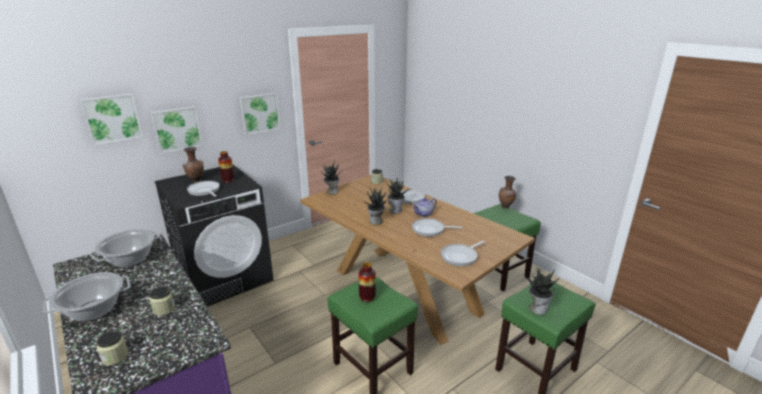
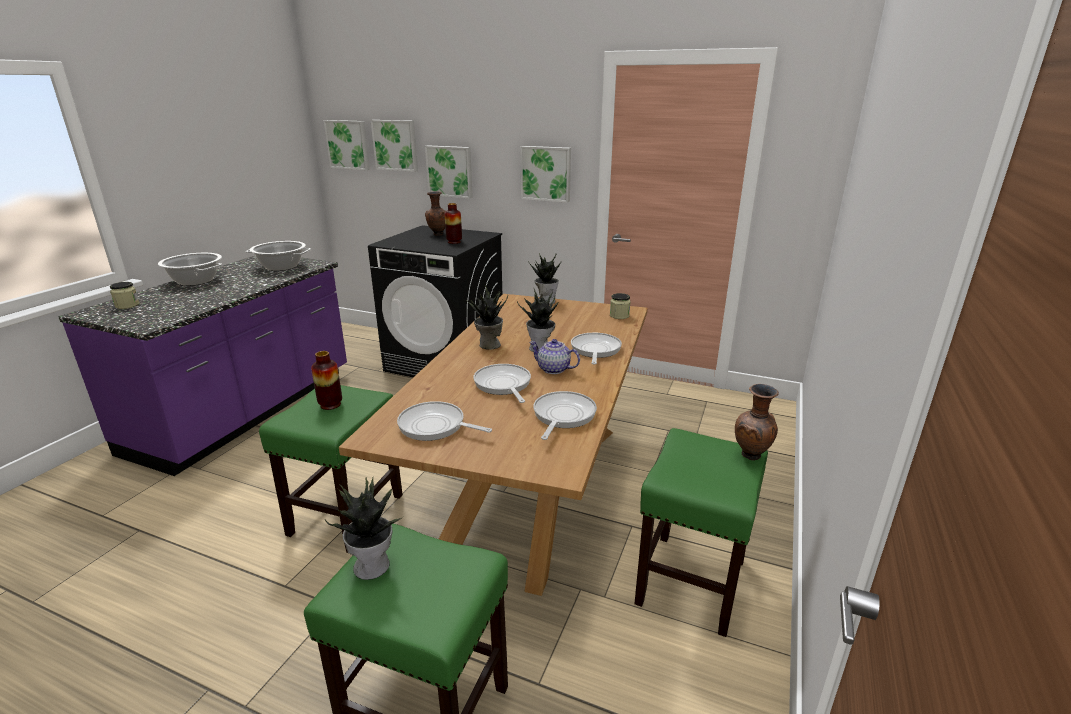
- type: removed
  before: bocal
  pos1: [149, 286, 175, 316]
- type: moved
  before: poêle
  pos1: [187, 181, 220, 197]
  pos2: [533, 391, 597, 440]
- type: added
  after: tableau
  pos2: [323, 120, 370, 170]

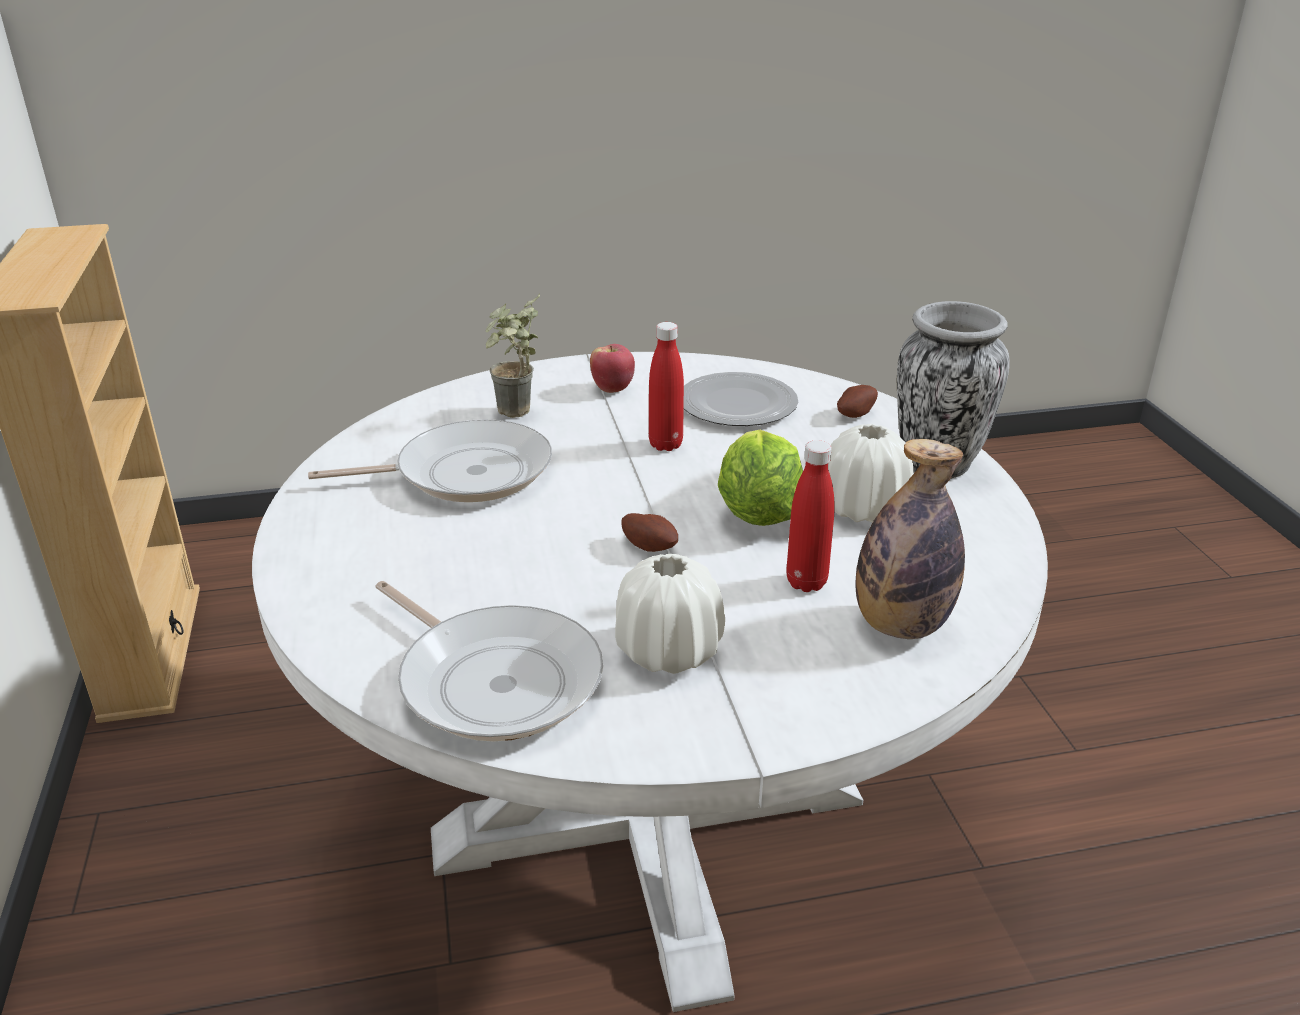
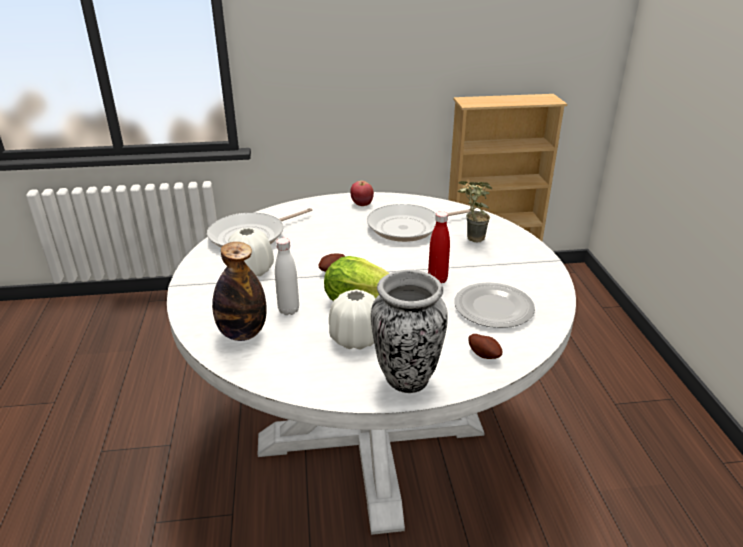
- type: turned
  before: poêle
  pos1: [308, 419, 552, 502]
  pos2: [367, 204, 471, 242]
  turn: 75
- type: moved
  before: pomme
  pos1: [590, 344, 635, 393]
  pos2: [350, 181, 374, 206]
- type: recoloured
  before: bouteille (rouge)
  after: bouteille (blanc)
  pos1: [786, 440, 835, 592]
  pos2: [275, 238, 299, 315]

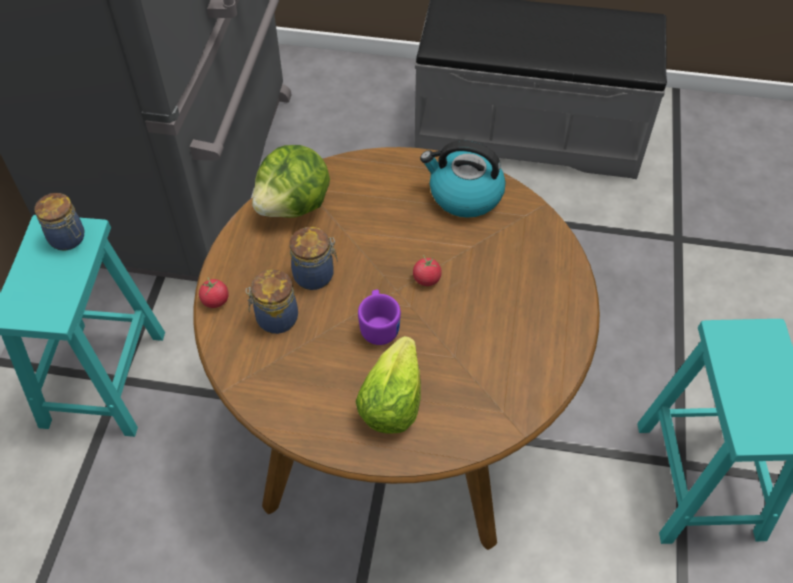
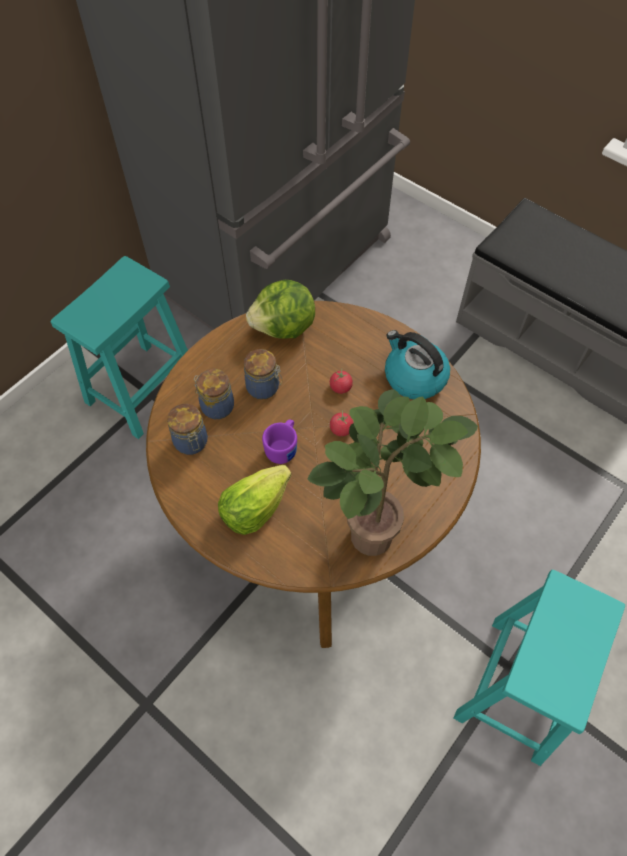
- type: moved
  before: bocal
  pos1: [35, 193, 84, 251]
  pos2: [167, 404, 208, 455]
- type: moved
  before: tomate
  pos1: [199, 277, 229, 308]
  pos2: [330, 369, 353, 394]
- type: added
  after: plante en pot
  pos2: [307, 389, 478, 556]

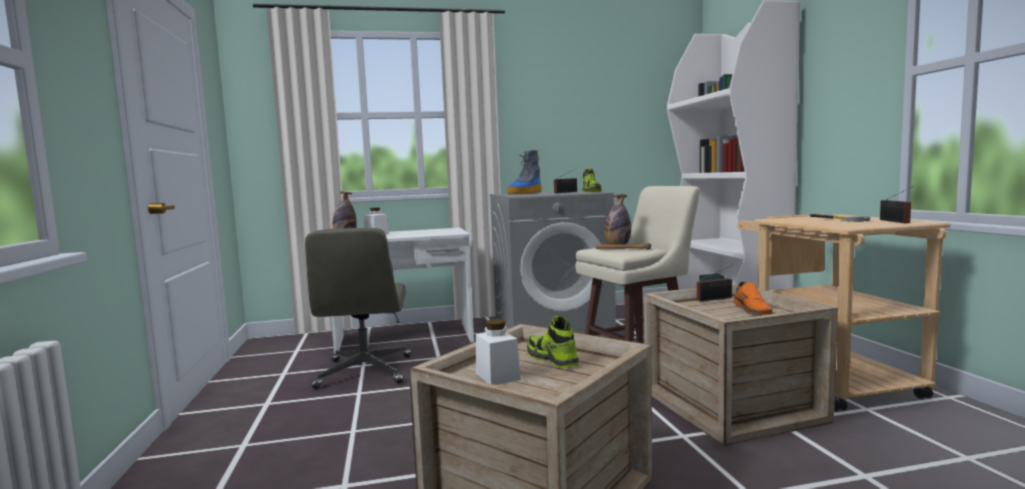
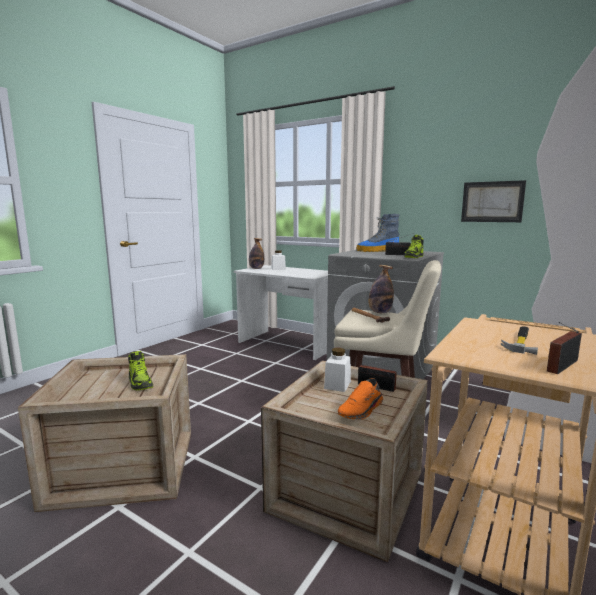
- type: removed
  before: chaise de bureau (gris)
  pos1: [305, 228, 411, 389]
- type: moved
  before: bocal (blanc)
  pos1: [476, 319, 521, 385]
  pos2: [324, 348, 351, 392]
- type: turned
  before: chaussure
  pos1: [527, 316, 579, 368]
  pos2: [128, 351, 153, 390]
  turn: 135
- type: added
  after: tableau
  pos2: [461, 180, 526, 222]

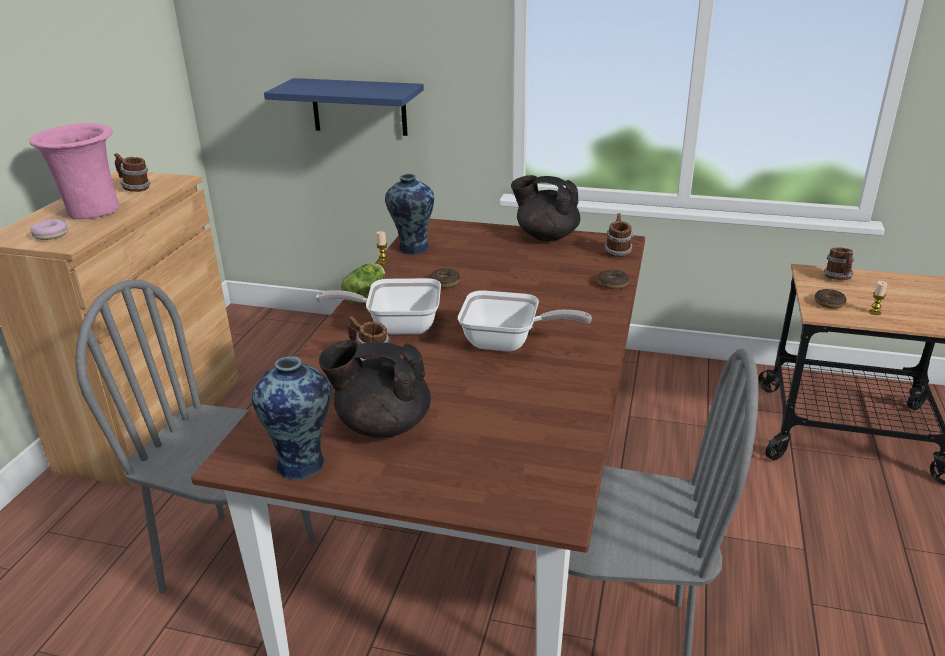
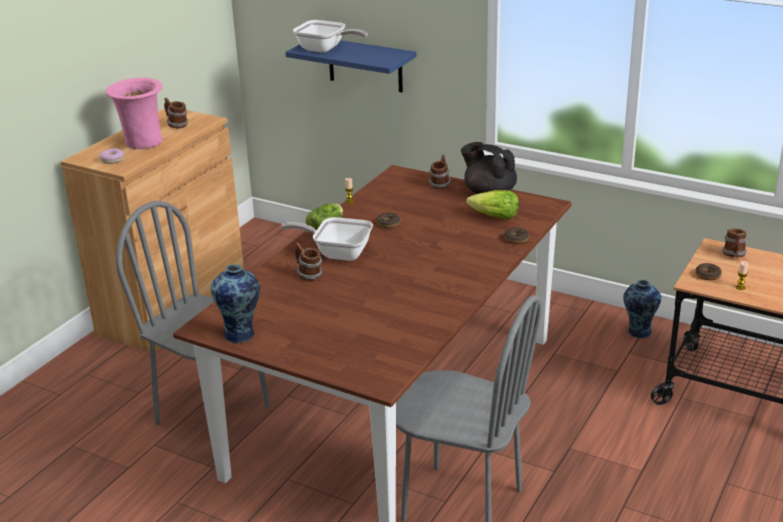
- type: removed
  before: théière (noir)
  pos1: [319, 340, 431, 438]
- type: moved
  before: vase
  pos1: [385, 174, 434, 255]
  pos2: [623, 280, 661, 338]
- type: moved
  before: poêle
  pos1: [458, 290, 592, 352]
  pos2: [293, 20, 368, 53]
- type: moved
  before: mug
  pos1: [604, 213, 633, 258]
  pos2: [429, 155, 451, 189]
- type: added
  after: laitue
  pos2: [466, 190, 519, 219]

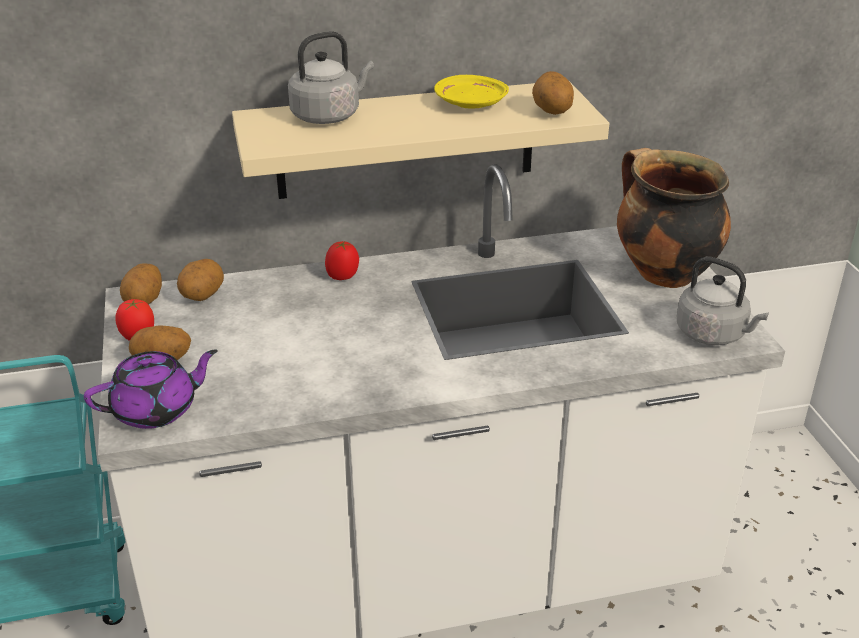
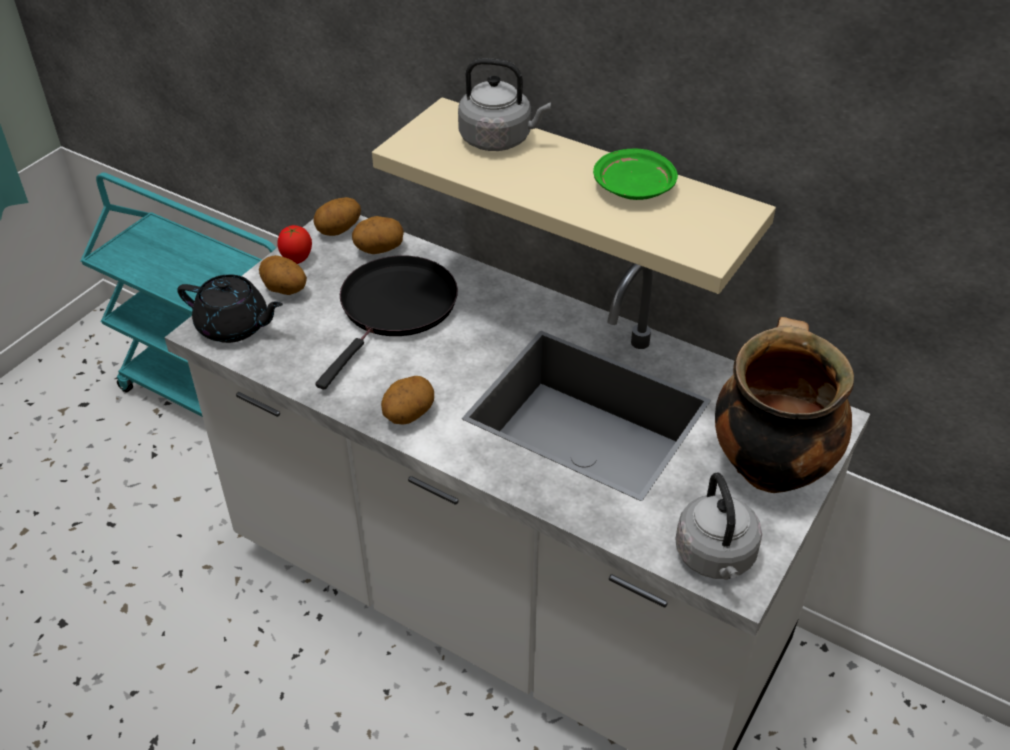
- type: recoloured
  before: théière (violet)
  after: théière (noir)
  pos1: [84, 350, 218, 429]
  pos2: [177, 274, 283, 343]
- type: removed
  before: tomate
  pos1: [325, 241, 359, 280]
- type: recoloured
  before: assiette (jaune)
  after: assiette (vert)
  pos1: [434, 75, 509, 108]
  pos2: [593, 149, 678, 200]
- type: moved
  before: pomme de terre
  pos1: [532, 71, 574, 115]
  pos2: [381, 376, 434, 425]
- type: added
  after: poêle (noir)
  pos2: [315, 255, 458, 390]

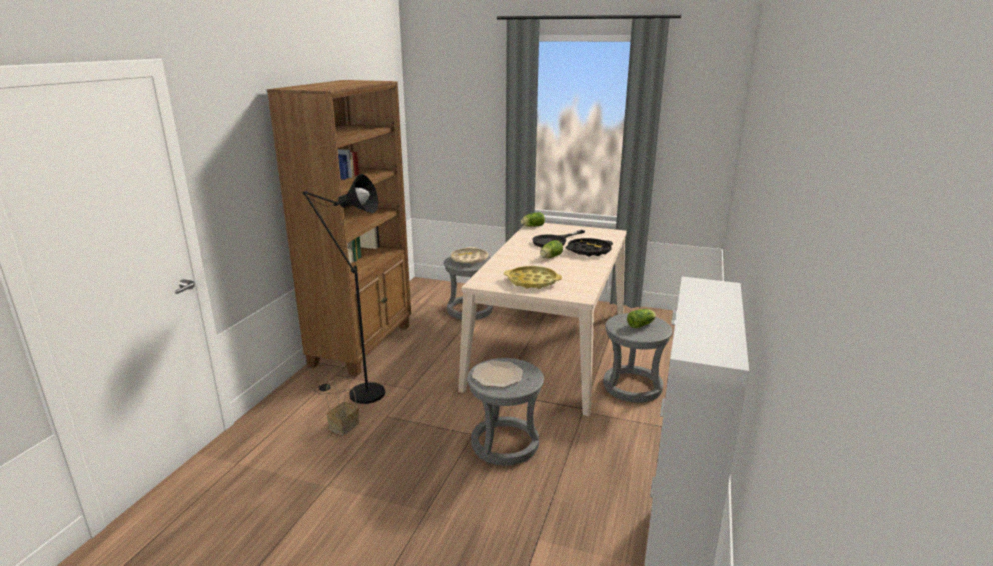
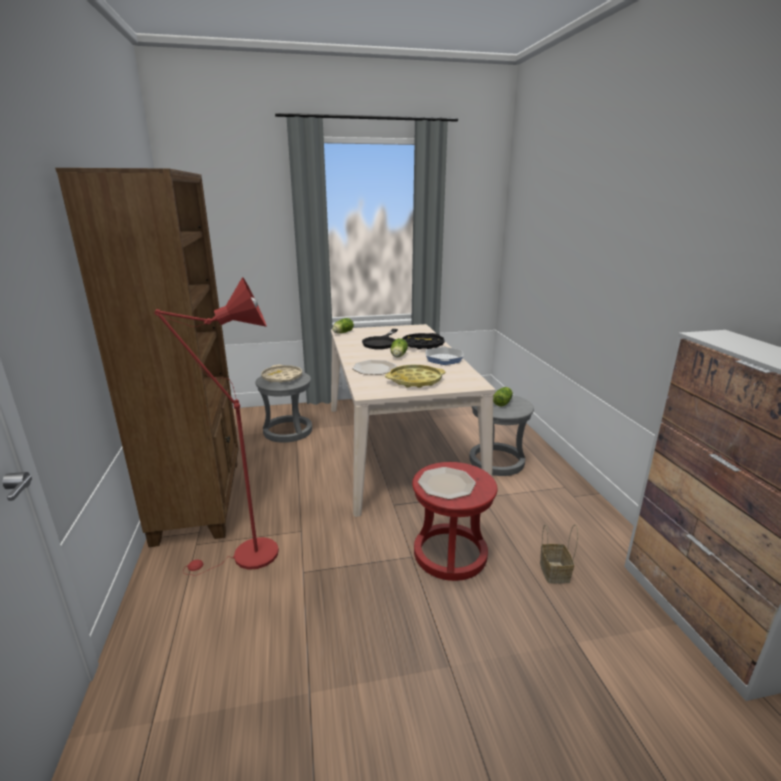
- type: recoloured
  before: lampadaire (noir)
  after: lampadaire (rouge)
  pos1: [303, 174, 385, 404]
  pos2: [154, 277, 279, 576]
- type: moved
  before: panier
  pos1: [326, 381, 359, 435]
  pos2: [540, 525, 578, 584]
- type: recoloured
  before: tabouret (gris)
  after: tabouret (rouge)
  pos1: [467, 358, 544, 465]
  pos2: [412, 462, 497, 581]
- type: added
  after: assiette
  pos2: [353, 360, 397, 375]
- type: added
  after: poêle
  pos2: [426, 346, 463, 365]

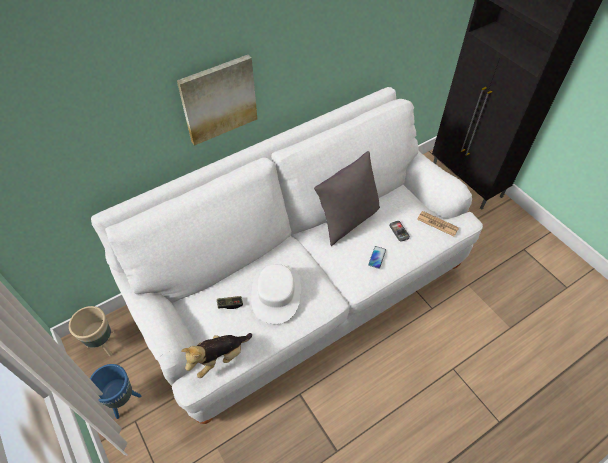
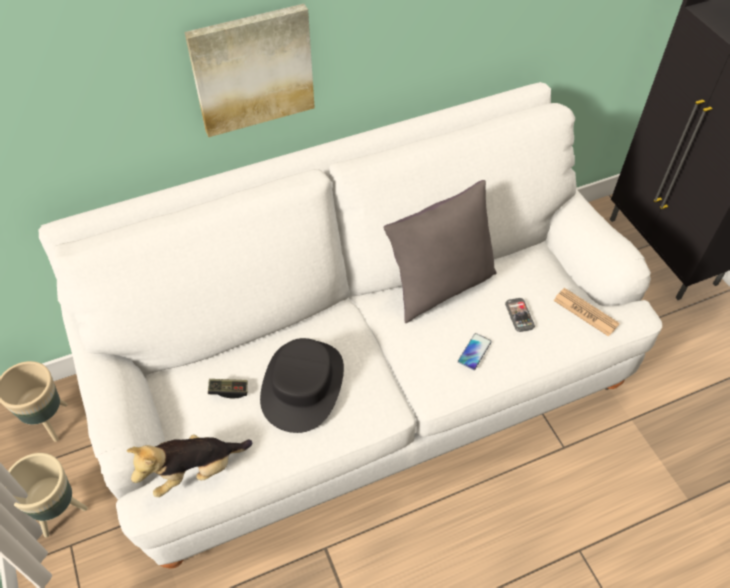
- type: recoloured
  before: cache-pot (bleu)
  after: cache-pot (beige)
  pos1: [90, 364, 141, 419]
  pos2: [6, 453, 88, 537]
- type: recoloured
  before: chapeau (blanc)
  after: chapeau (noir)
  pos1: [251, 264, 301, 324]
  pos2: [260, 338, 344, 433]

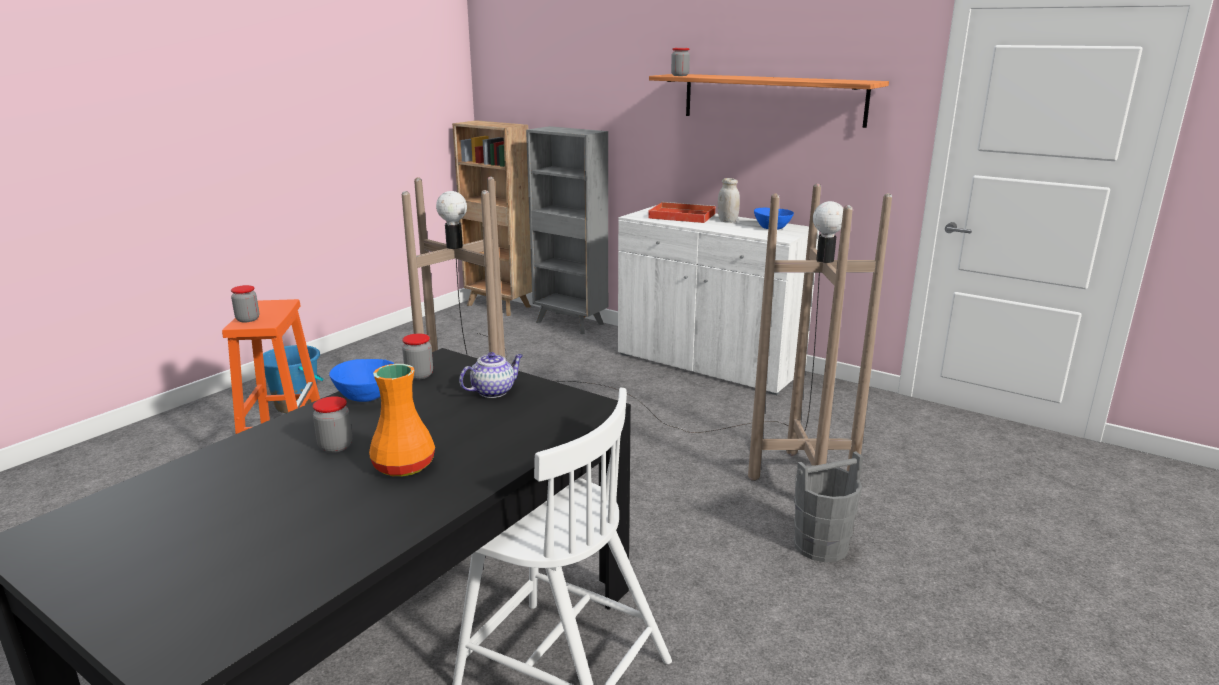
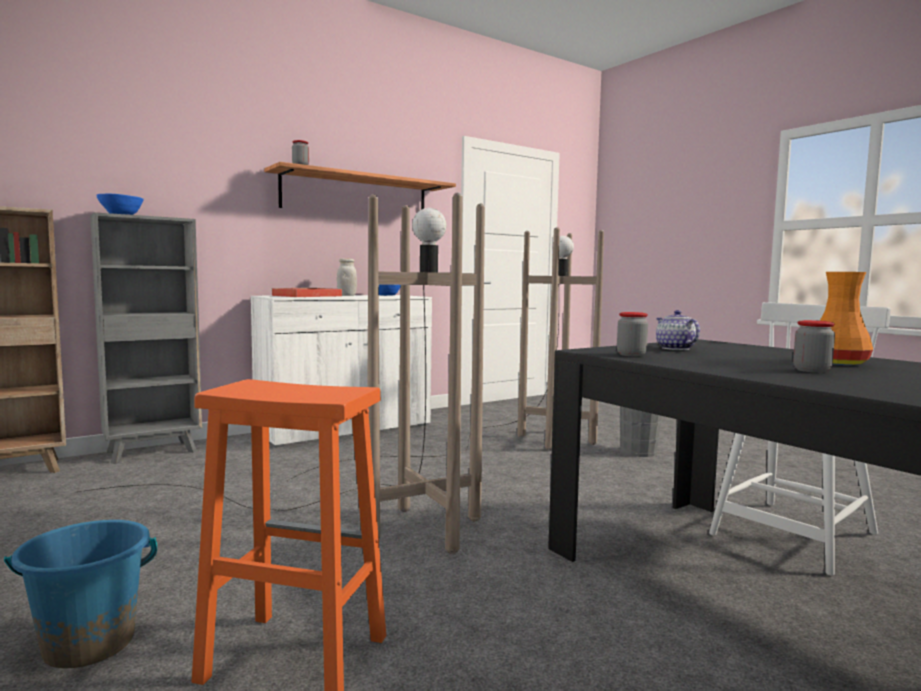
- type: removed
  before: bocal
  pos1: [231, 285, 259, 323]
- type: moved
  before: bol (bleu)
  pos1: [329, 359, 395, 402]
  pos2: [96, 194, 144, 215]

